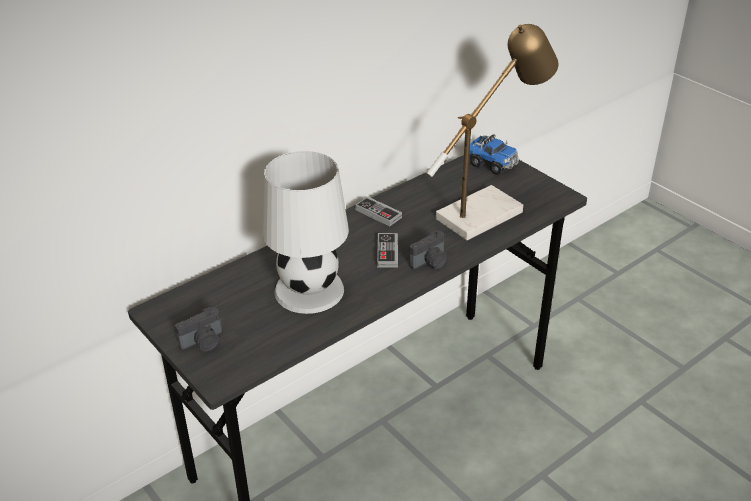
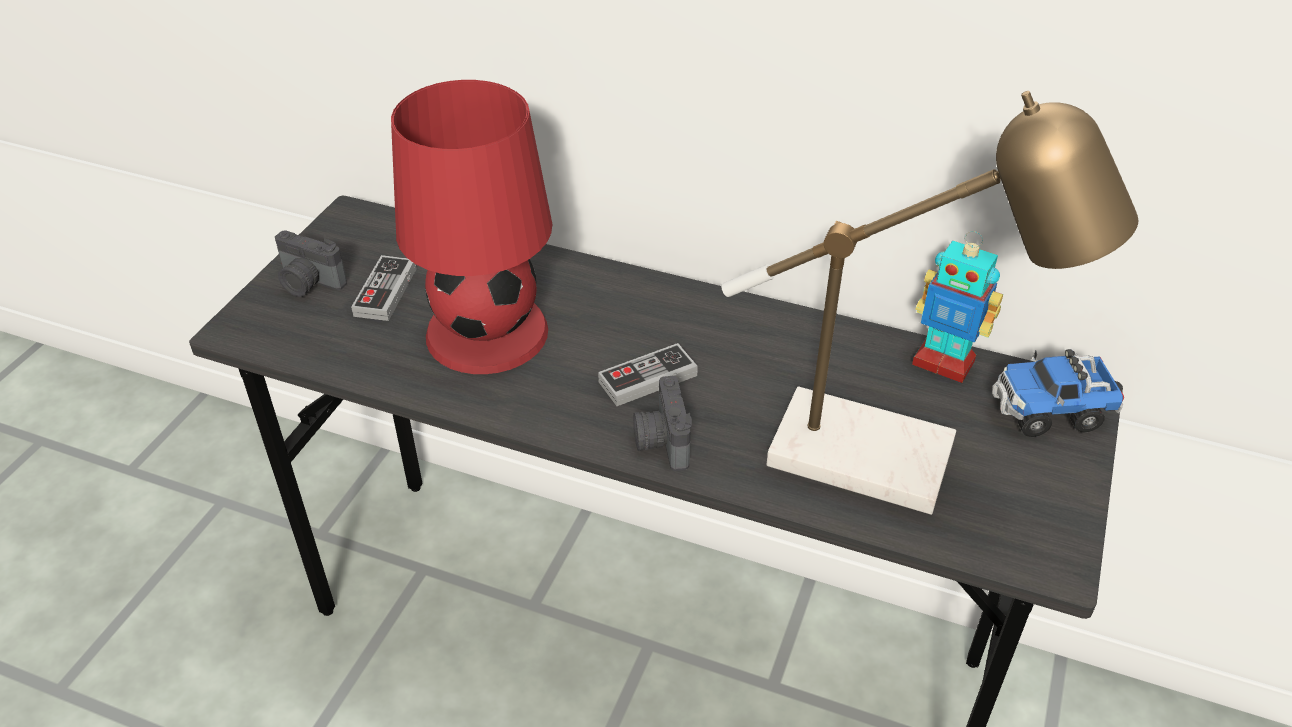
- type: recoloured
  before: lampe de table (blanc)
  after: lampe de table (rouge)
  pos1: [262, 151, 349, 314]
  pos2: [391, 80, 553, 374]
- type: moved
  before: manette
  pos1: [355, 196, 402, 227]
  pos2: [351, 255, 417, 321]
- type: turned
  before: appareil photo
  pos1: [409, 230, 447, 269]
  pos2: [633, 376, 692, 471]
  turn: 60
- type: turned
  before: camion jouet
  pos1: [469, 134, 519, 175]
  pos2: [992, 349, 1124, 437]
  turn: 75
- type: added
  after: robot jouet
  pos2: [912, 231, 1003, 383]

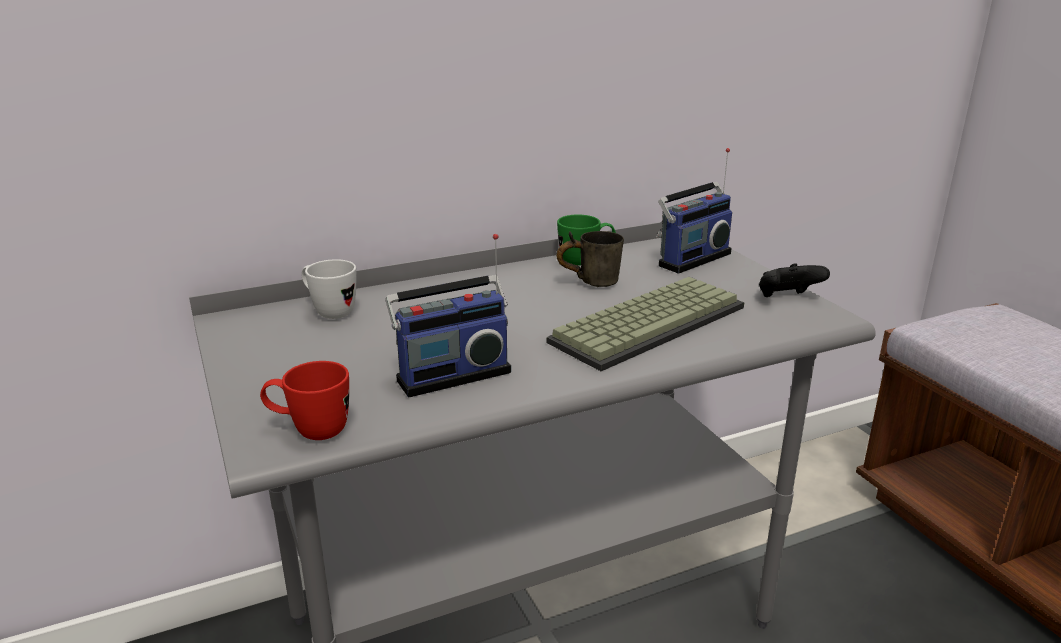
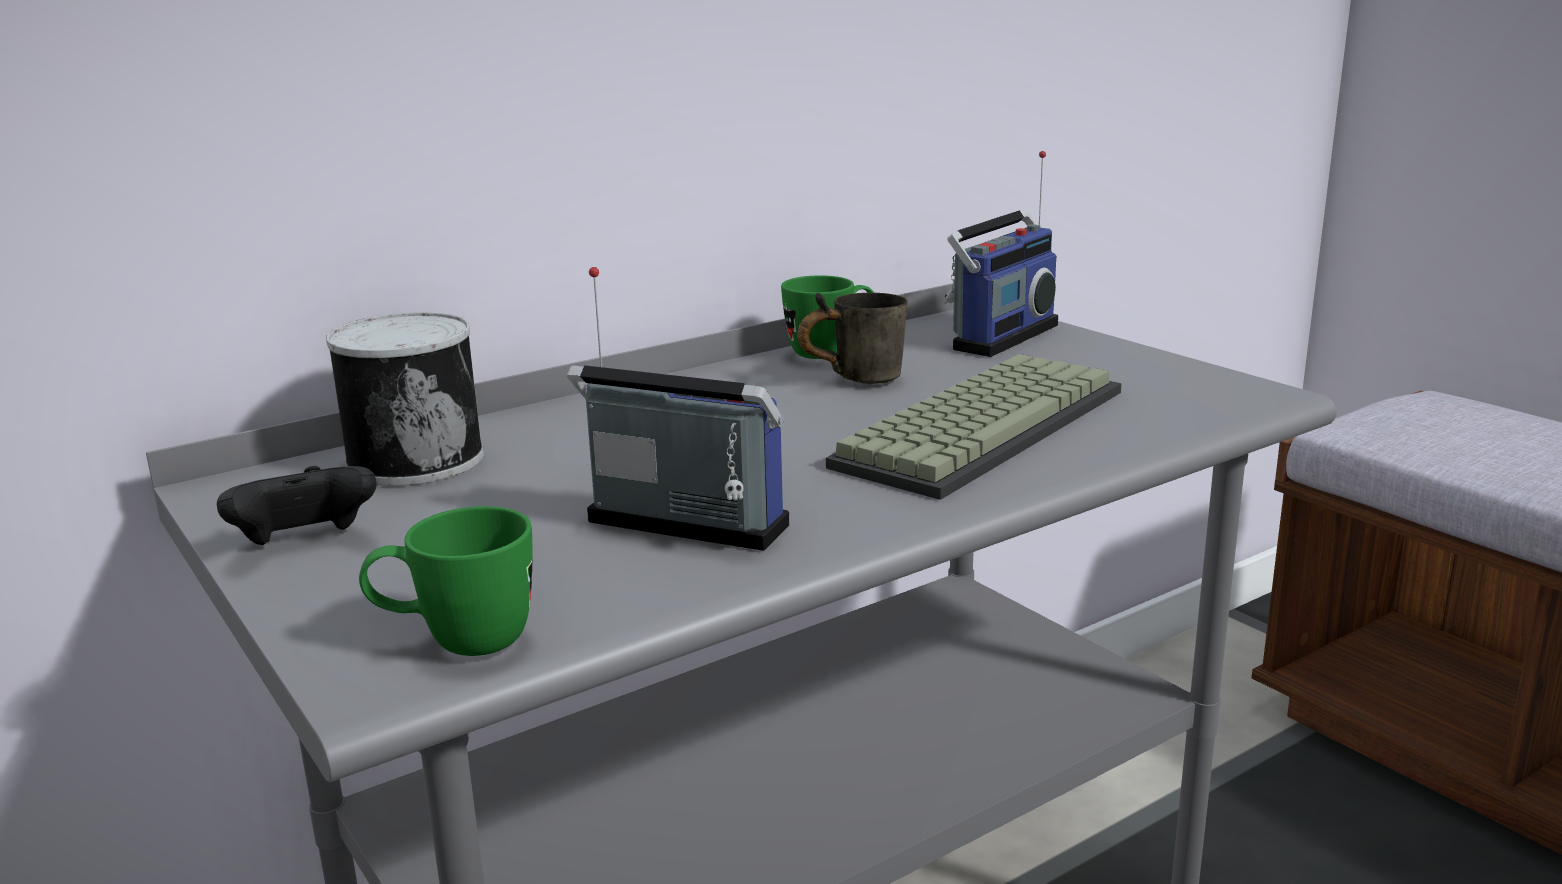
- type: recoloured
  before: mug (rouge)
  after: mug (vert)
  pos1: [260, 361, 349, 440]
  pos2: [359, 506, 532, 656]
- type: replaced
  before: mug (blanc)
  after: boîte métallique
  pos1: [301, 259, 356, 319]
  pos2: [326, 312, 484, 486]
- type: turned
  before: radio
  pos1: [385, 234, 511, 397]
  pos2: [566, 267, 789, 551]
  turn: -120
- type: moved
  before: manette (noir)
  pos1: [759, 264, 830, 297]
  pos2: [217, 466, 377, 545]

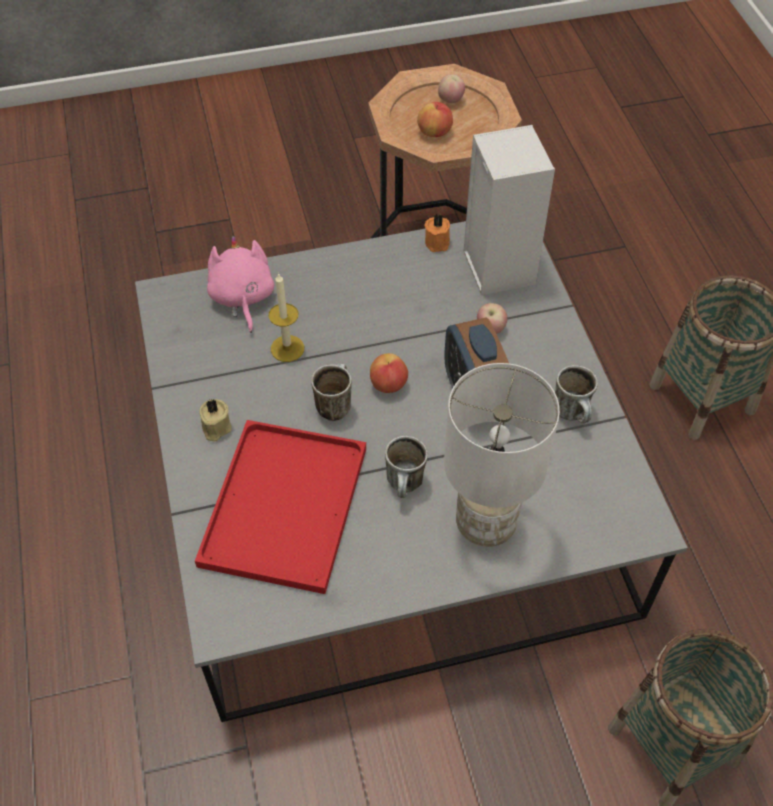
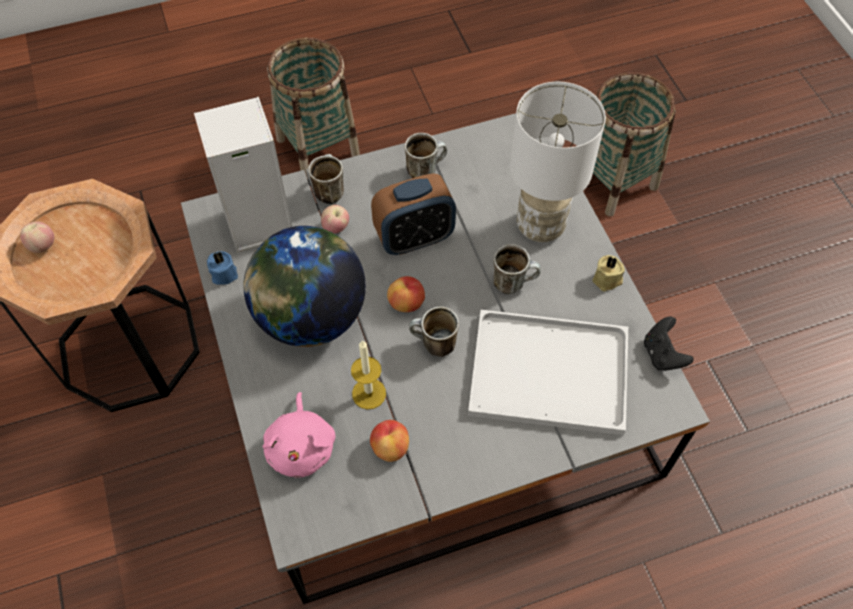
- type: recoloured
  before: plateau (rouge)
  after: plateau (blanc)
  pos1: [195, 420, 366, 594]
  pos2: [468, 310, 628, 435]
- type: moved
  before: bougie (beige)
  pos1: [199, 399, 231, 441]
  pos2: [592, 255, 625, 291]
- type: turned
  before: peluche (rose)
  pos1: [207, 236, 274, 333]
  pos2: [263, 392, 336, 478]
  turn: -75
- type: moved
  before: pomme
  pos1: [417, 102, 453, 137]
  pos2: [370, 420, 409, 462]
- type: recoloured
  before: bougie (orange)
  after: bougie (bleu)
  pos1: [425, 214, 450, 252]
  pos2: [207, 251, 238, 285]
- type: added
  after: globe
  pos2: [243, 226, 366, 347]
- type: added
  after: mug
  pos2: [308, 154, 344, 204]
- type: added
  after: manette (noir)
  pos2: [644, 316, 694, 371]

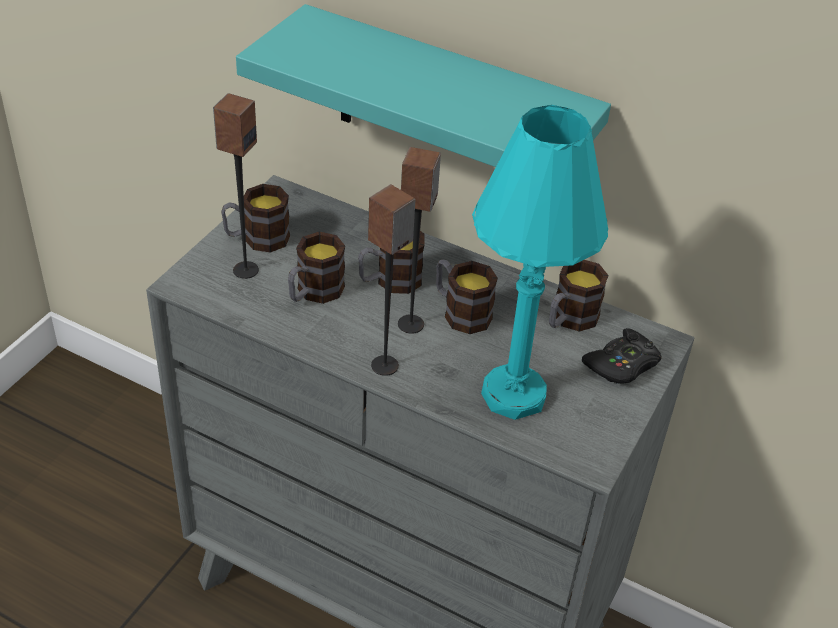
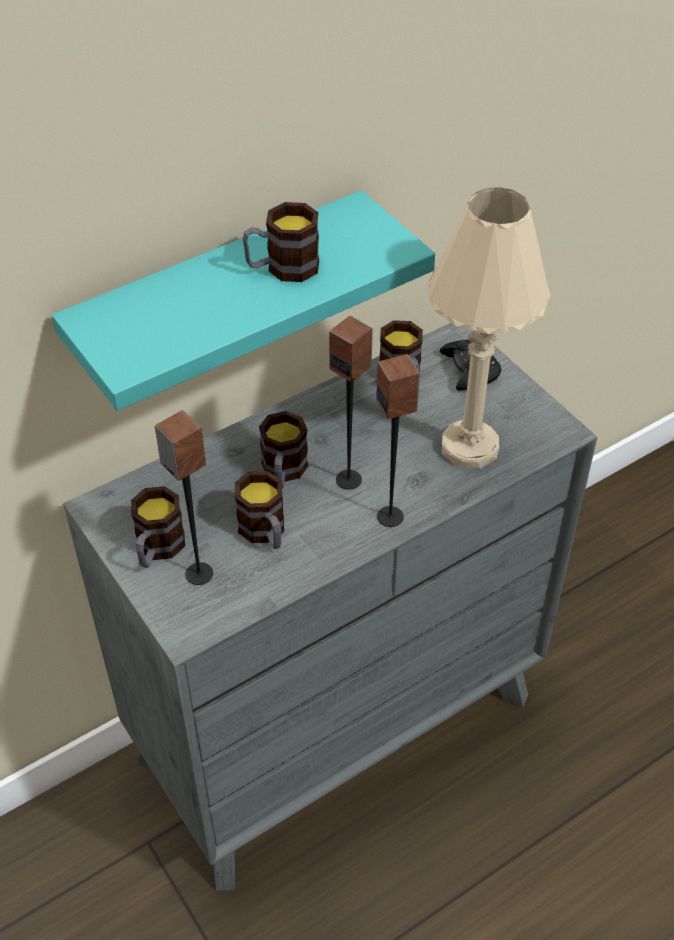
- type: moved
  before: mug
  pos1: [436, 259, 498, 334]
  pos2: [242, 202, 319, 282]
- type: recoloured
  before: lampe de table (turquoise)
  after: lampe de table (beige)
  pos1: [472, 105, 608, 420]
  pos2: [427, 187, 550, 469]

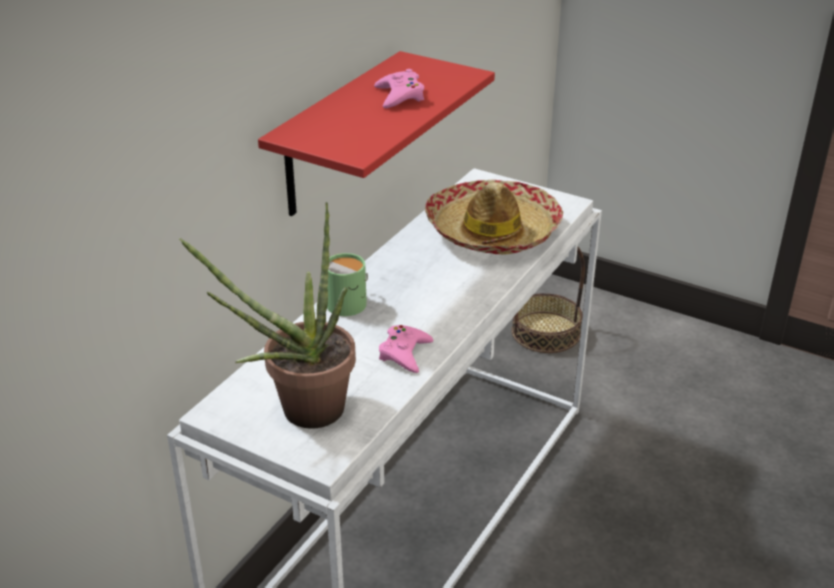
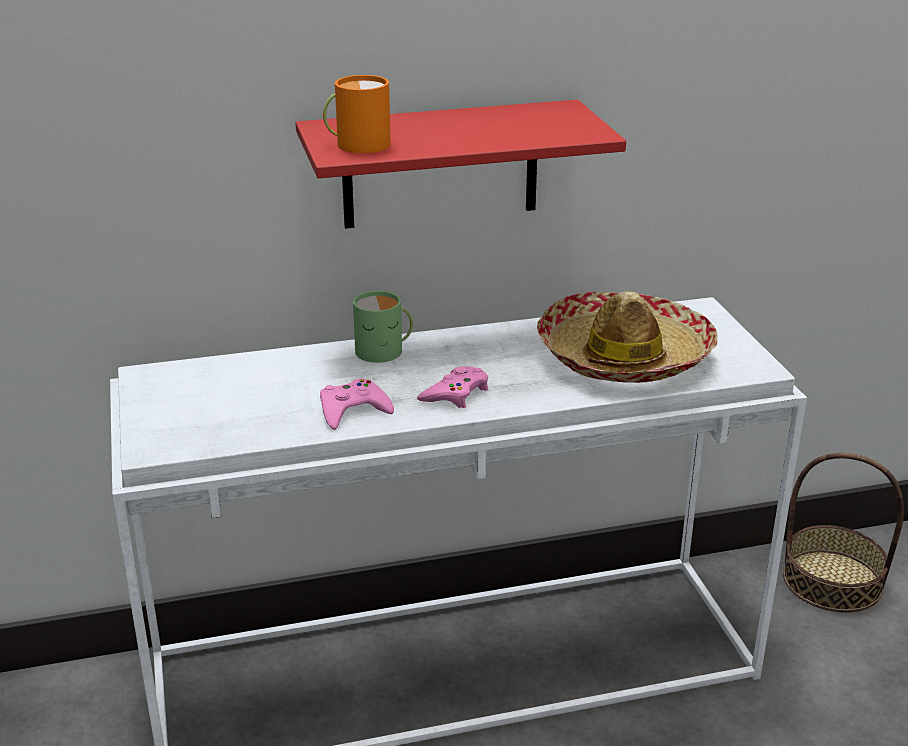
- type: removed
  before: plante en pot
  pos1: [179, 202, 356, 429]
- type: moved
  before: manette (rose)
  pos1: [374, 69, 424, 108]
  pos2: [417, 366, 488, 408]
- type: added
  after: mug (orange)
  pos2: [323, 75, 391, 153]

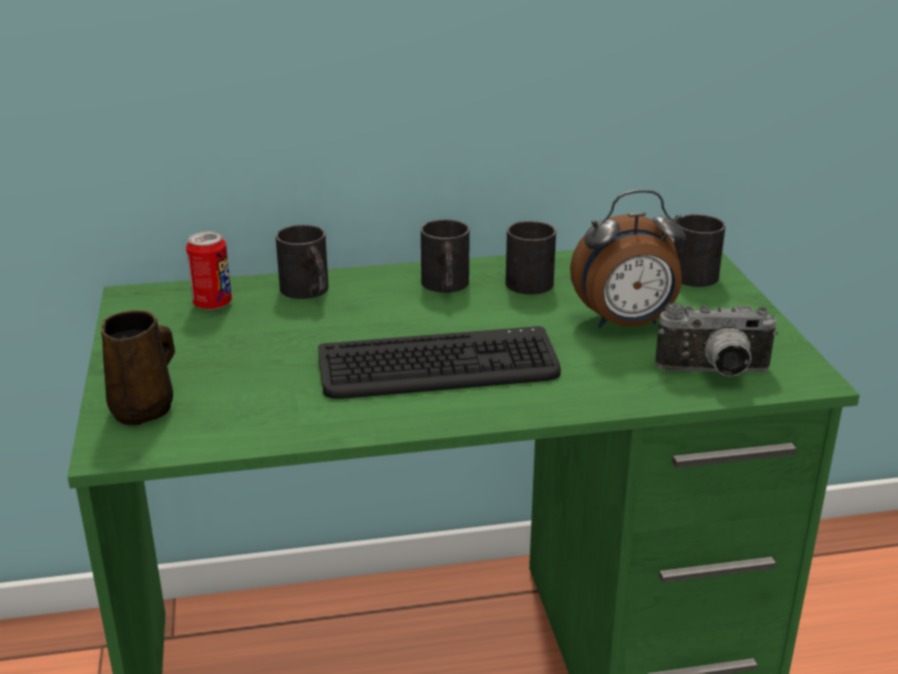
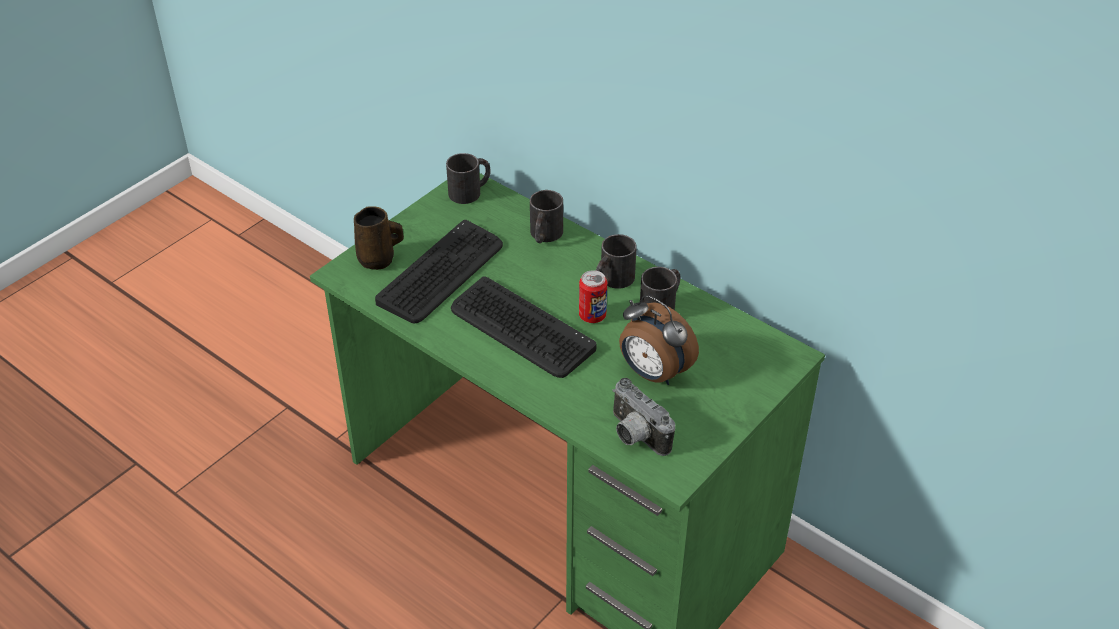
- type: moved
  before: boîte métallique
  pos1: [186, 231, 232, 310]
  pos2: [579, 270, 607, 323]
- type: moved
  before: mug (noir)
  pos1: [674, 214, 726, 287]
  pos2: [446, 153, 491, 204]
- type: added
  after: clavier
  pos2: [375, 220, 503, 324]

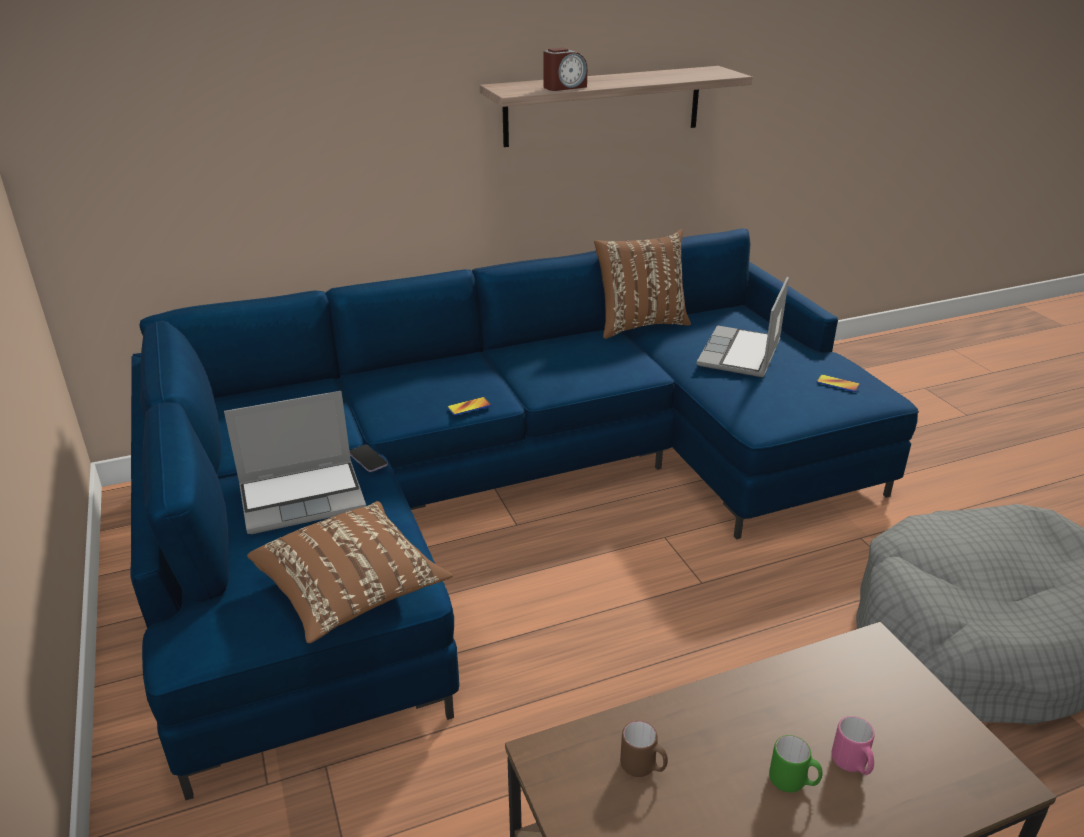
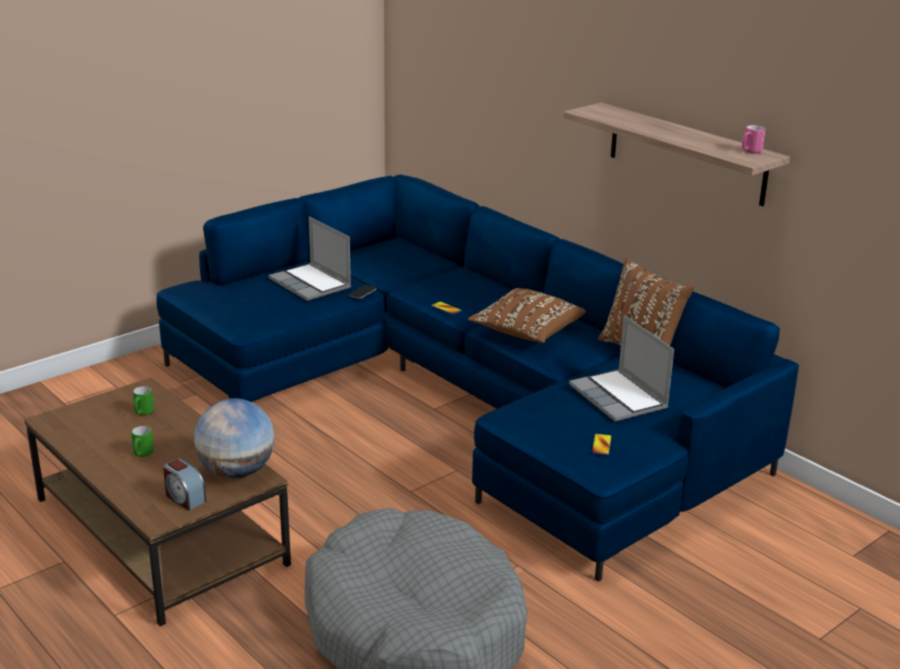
- type: moved
  before: coussin (marron)
  pos1: [247, 501, 453, 643]
  pos2: [468, 288, 586, 343]
- type: moved
  before: réveil
  pos1: [543, 48, 587, 91]
  pos2: [163, 458, 206, 511]
- type: recoloured
  before: mug (marron)
  after: mug (vert)
  pos1: [620, 721, 668, 777]
  pos2: [133, 386, 154, 415]
- type: turned
  before: ordinateur portable
  pos1: [697, 277, 789, 377]
  pos2: [569, 315, 674, 422]
  turn: -120
- type: moved
  before: mug (rose)
  pos1: [831, 716, 875, 775]
  pos2: [742, 125, 765, 153]
- type: added
  after: globe
  pos2: [194, 398, 275, 478]

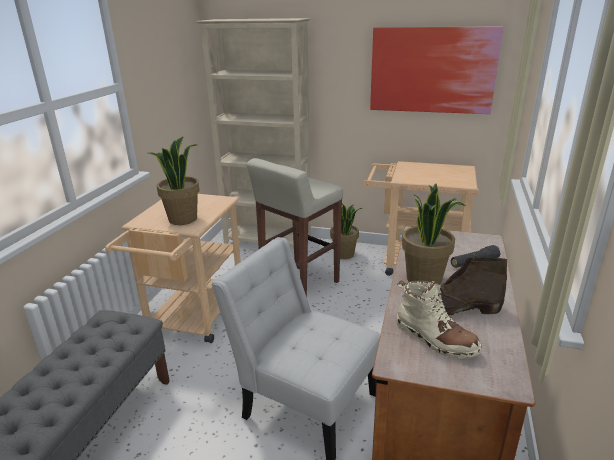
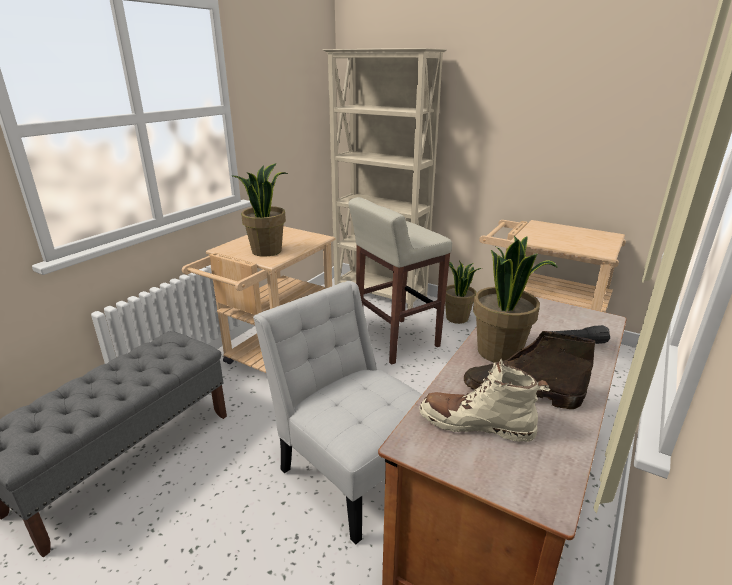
- type: removed
  before: tableau
  pos1: [370, 27, 503, 114]
- type: turned
  before: botte (beige)
  pos1: [396, 280, 482, 359]
  pos2: [419, 358, 550, 442]
  turn: 135

